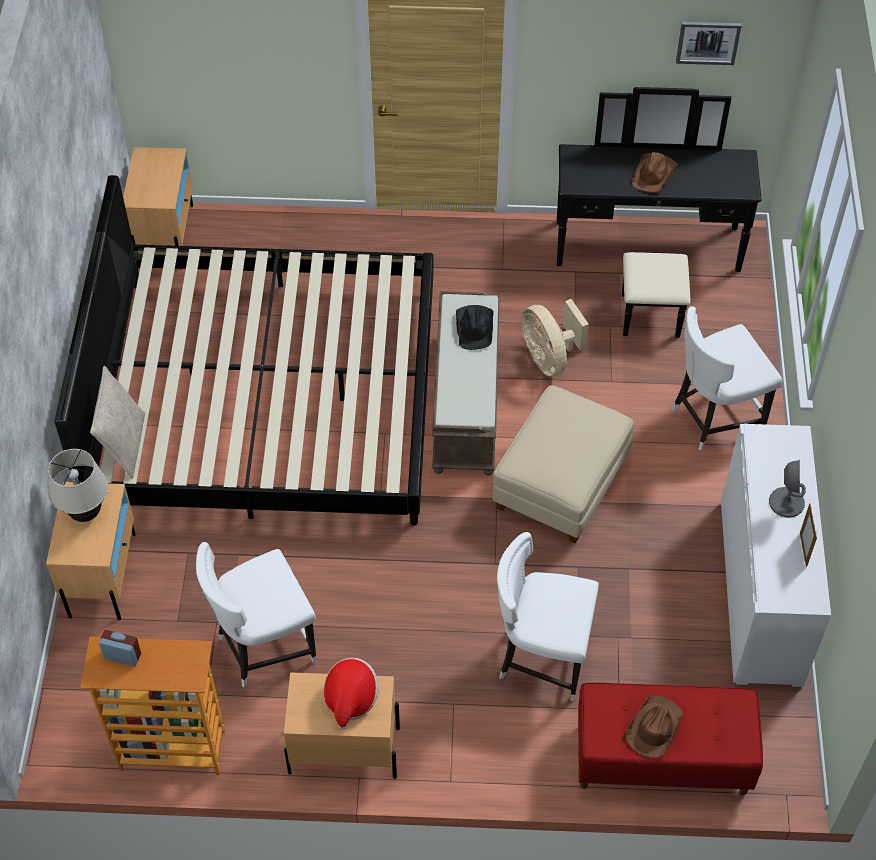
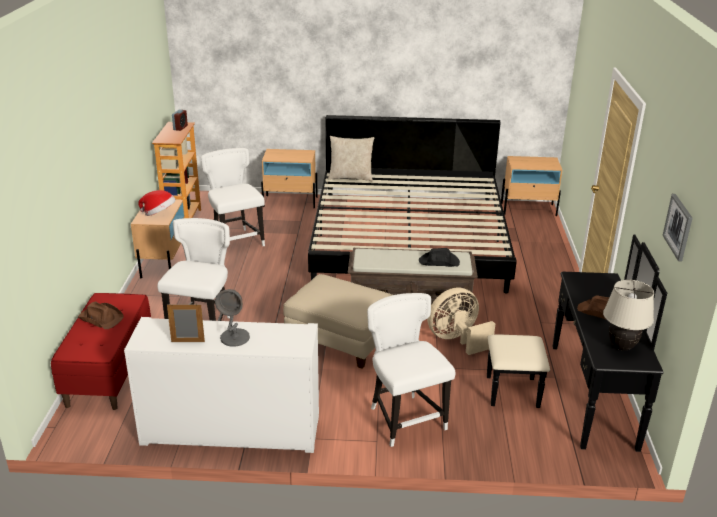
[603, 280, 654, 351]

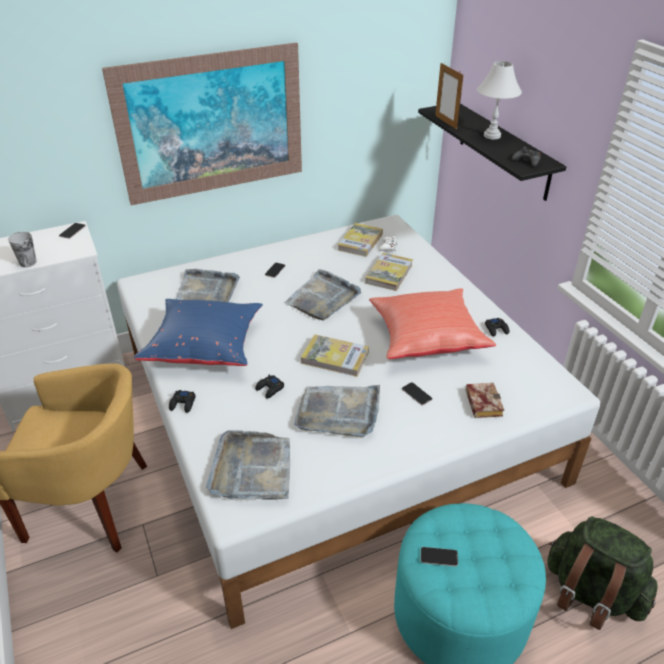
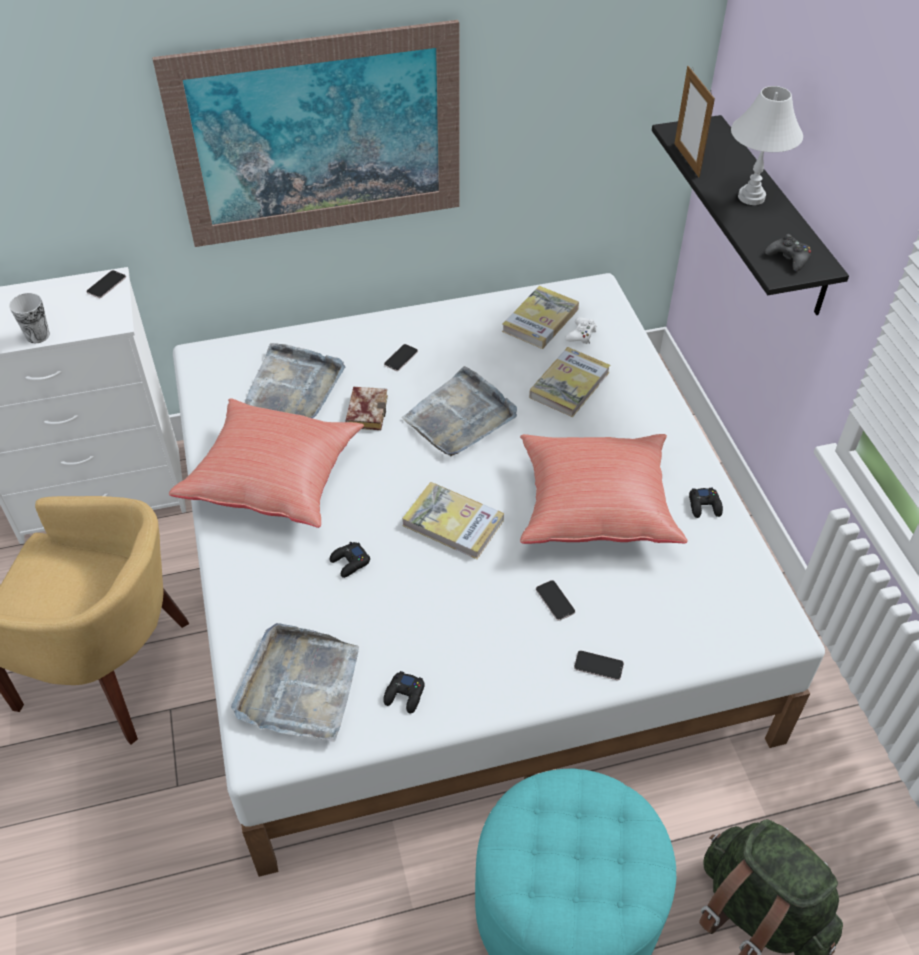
[294, 385, 380, 437] (first image)
[383, 671, 425, 714]
[574, 650, 624, 680]
[345, 387, 388, 430]
[169, 398, 364, 528]

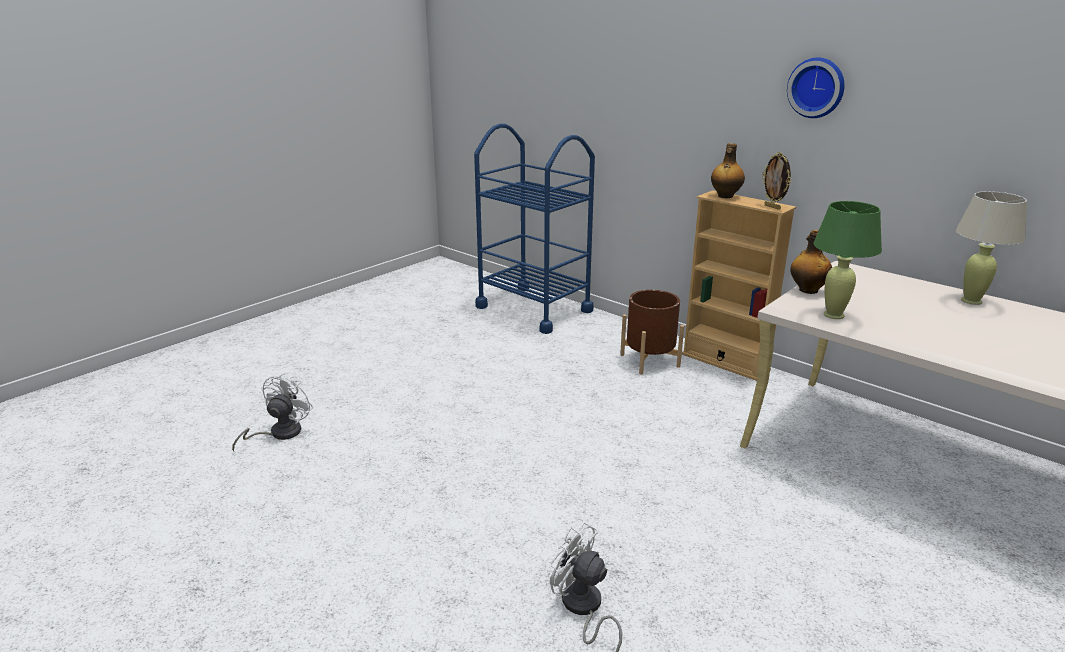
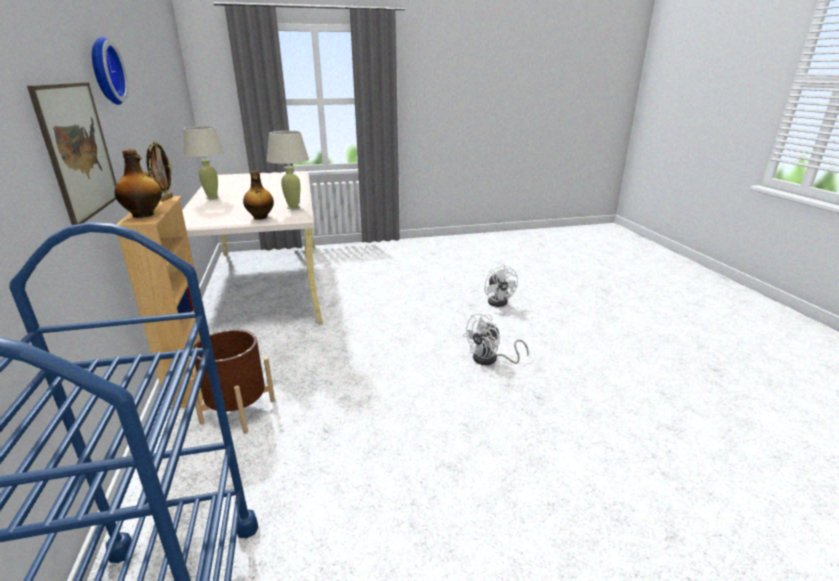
[27, 82, 117, 225]
[463, 313, 529, 365]
[267, 131, 309, 209]

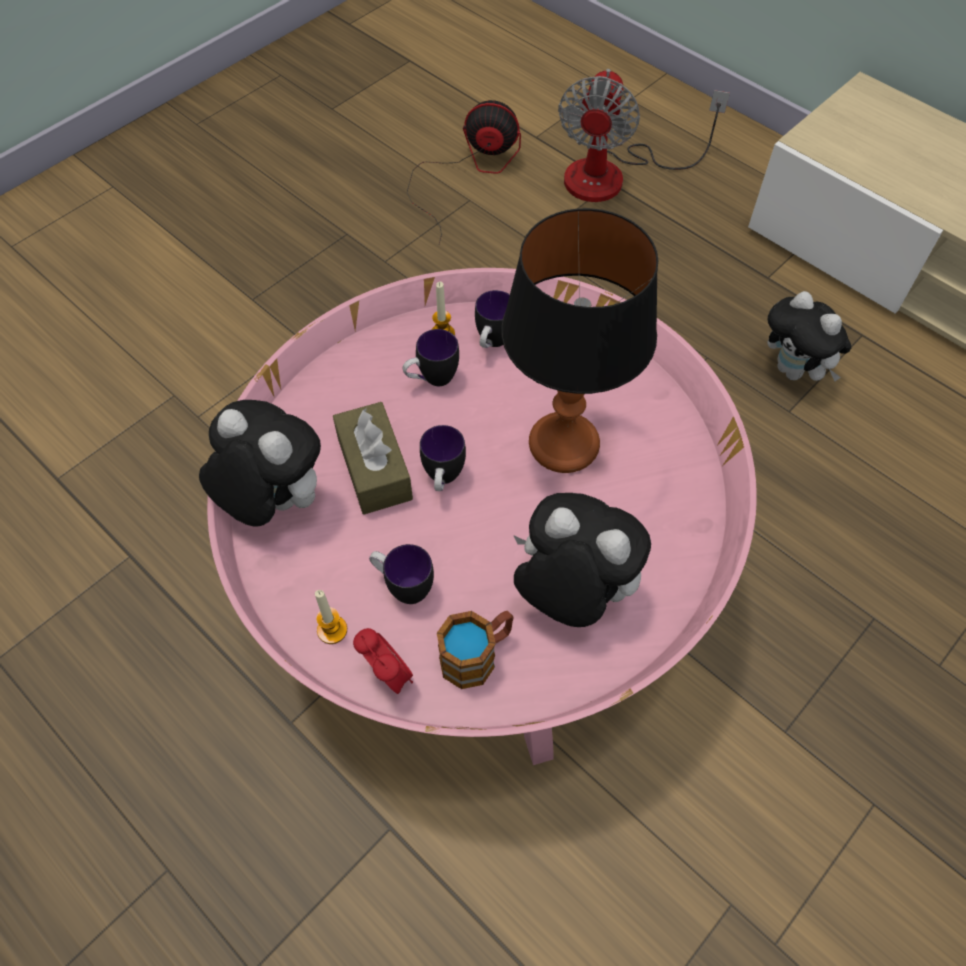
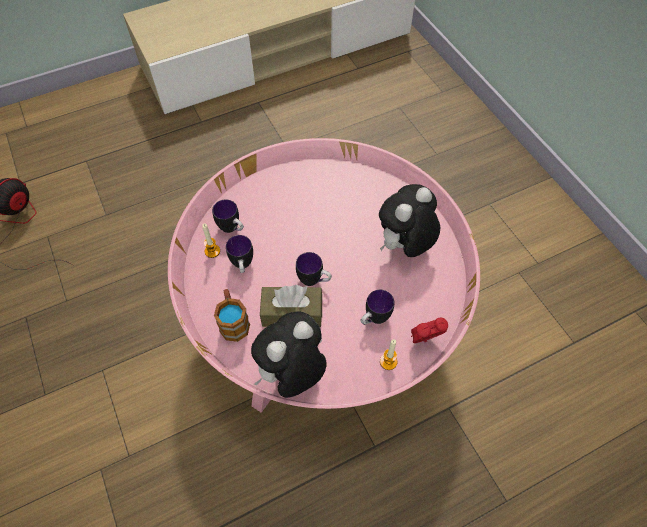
[501, 208, 658, 473] (first image)
[558, 69, 730, 202] (first image)
[767, 291, 851, 382] (first image)
[214, 289, 250, 342]

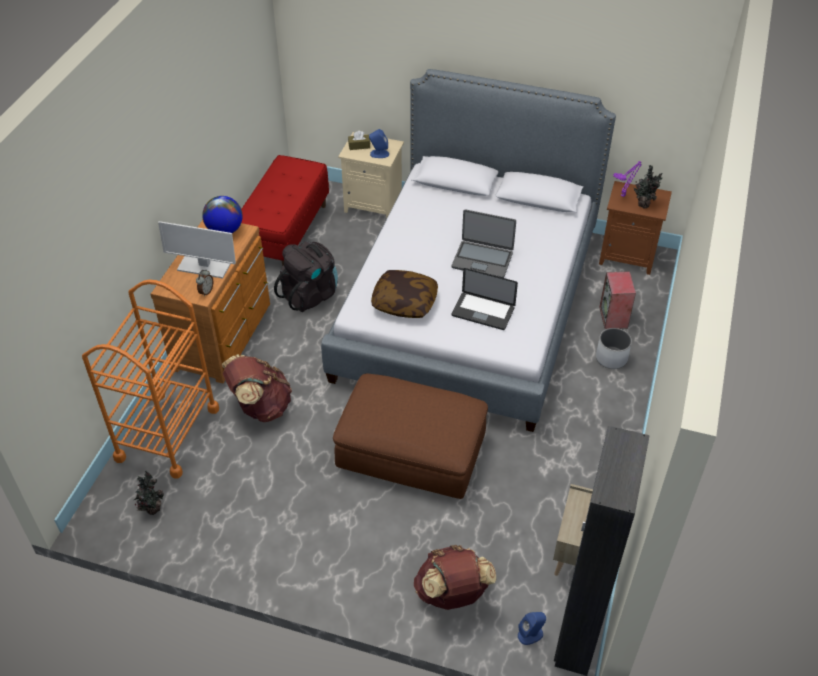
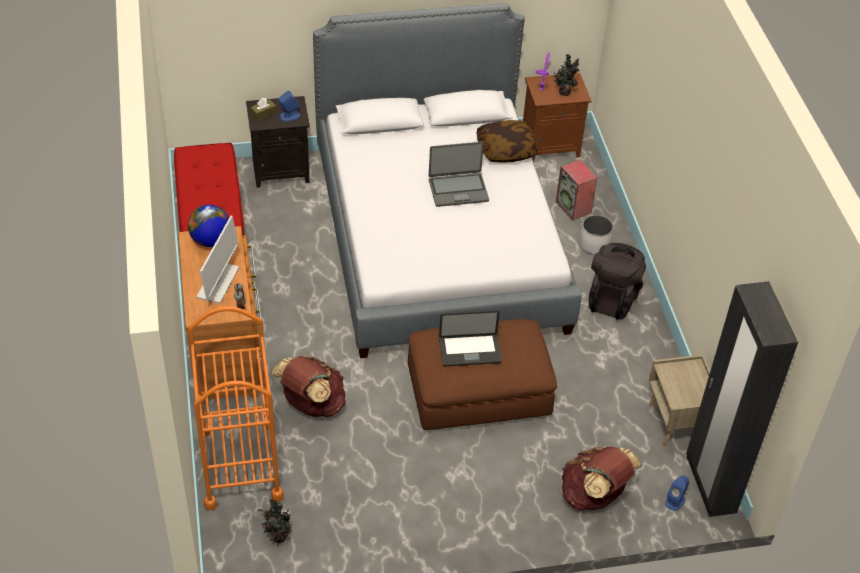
[589, 243, 646, 320]
[477, 120, 539, 163]
[439, 311, 502, 366]
[246, 96, 310, 188]
[197, 216, 239, 304]

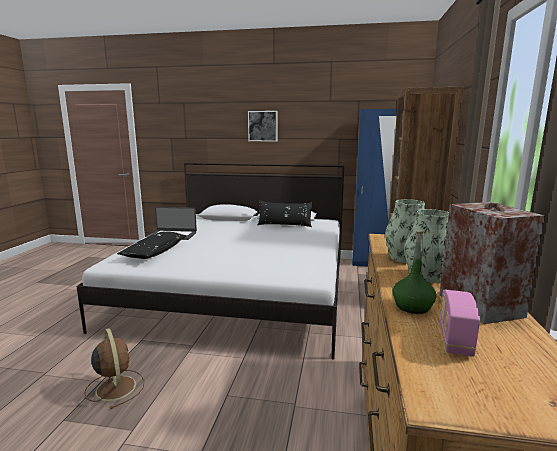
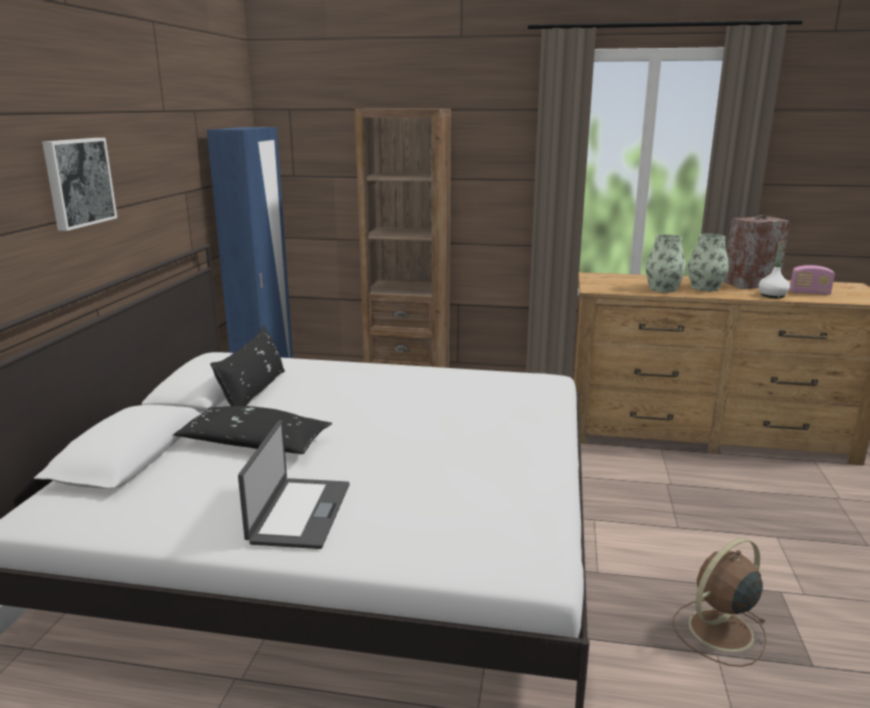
[173, 406, 332, 454]
[759, 241, 790, 298]

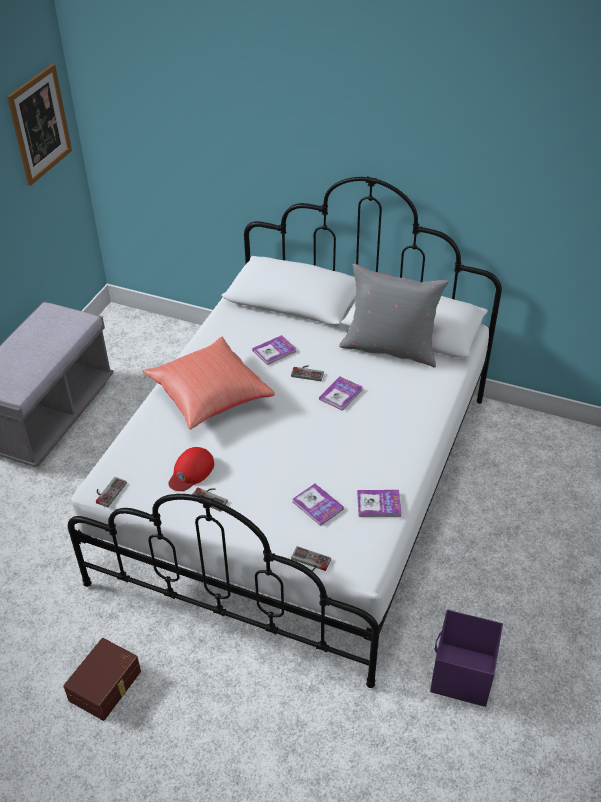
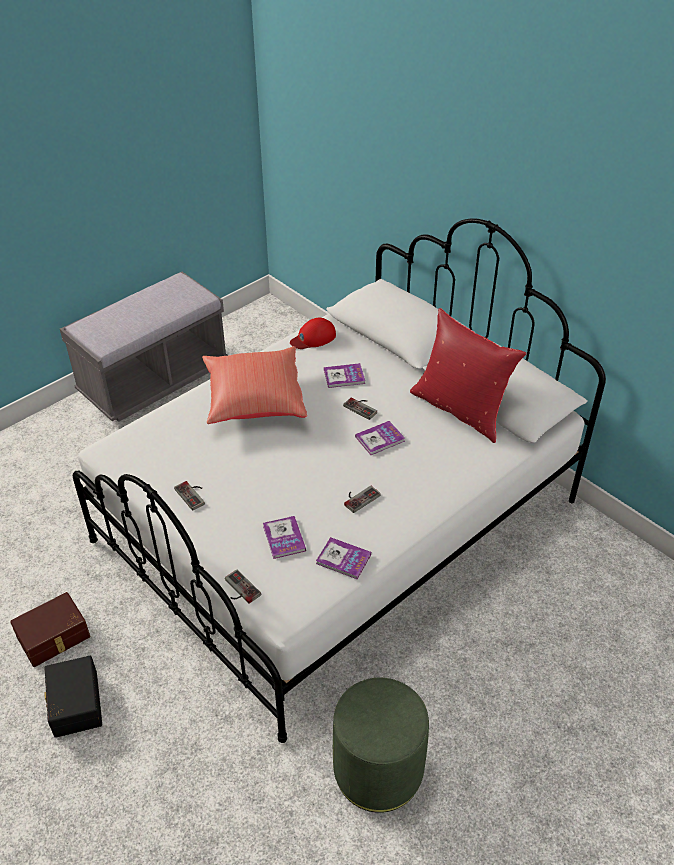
[7, 64, 72, 186] (first image)
[44, 656, 102, 738]
[344, 486, 381, 513]
[290, 318, 336, 349]
[333, 678, 429, 813]
[410, 308, 527, 443]

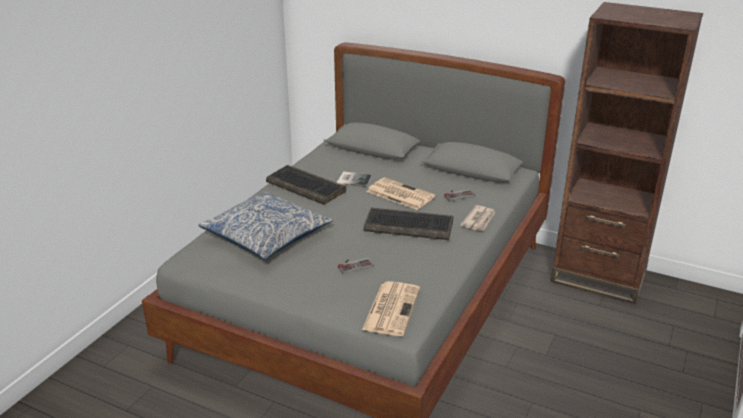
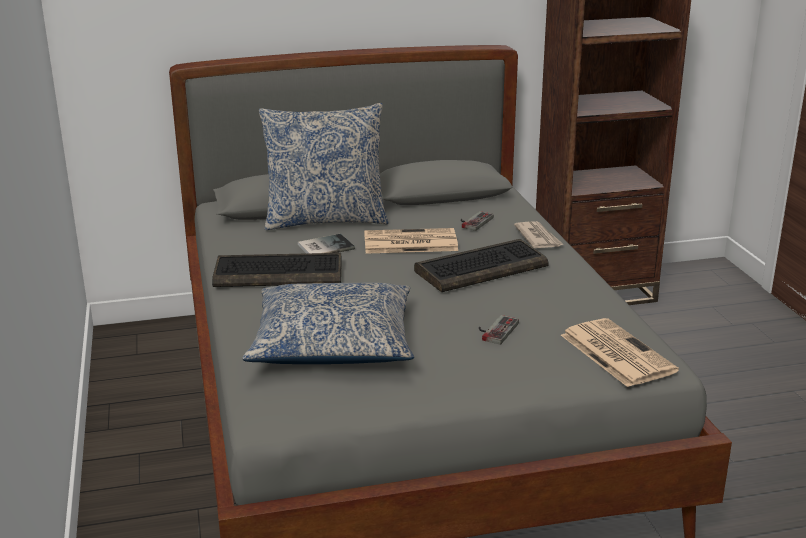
[259, 103, 389, 230]

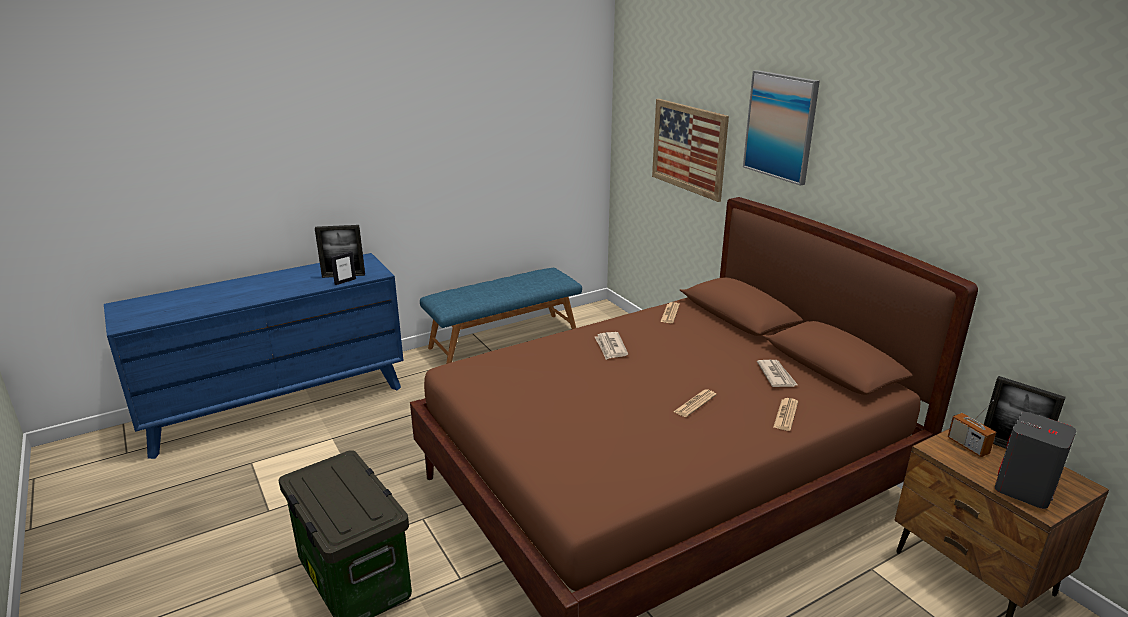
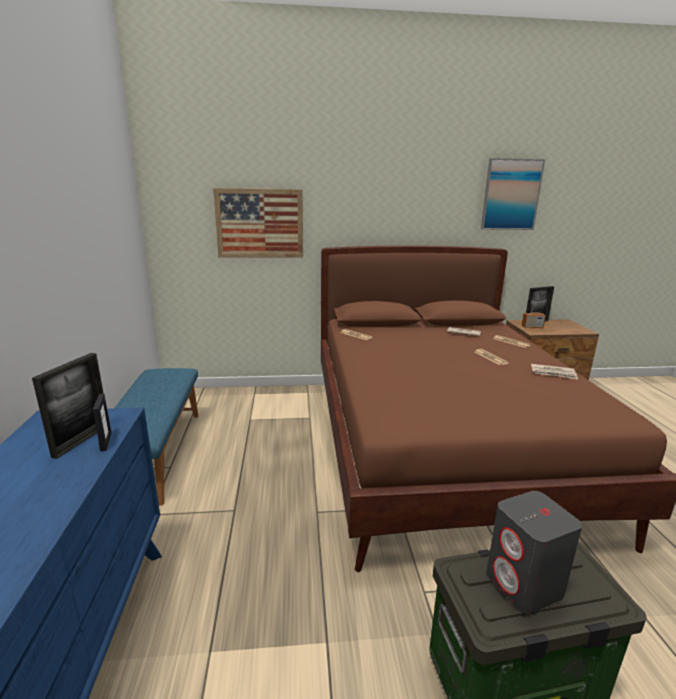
[531, 364, 578, 380]
[481, 158, 545, 230]
[486, 491, 582, 614]

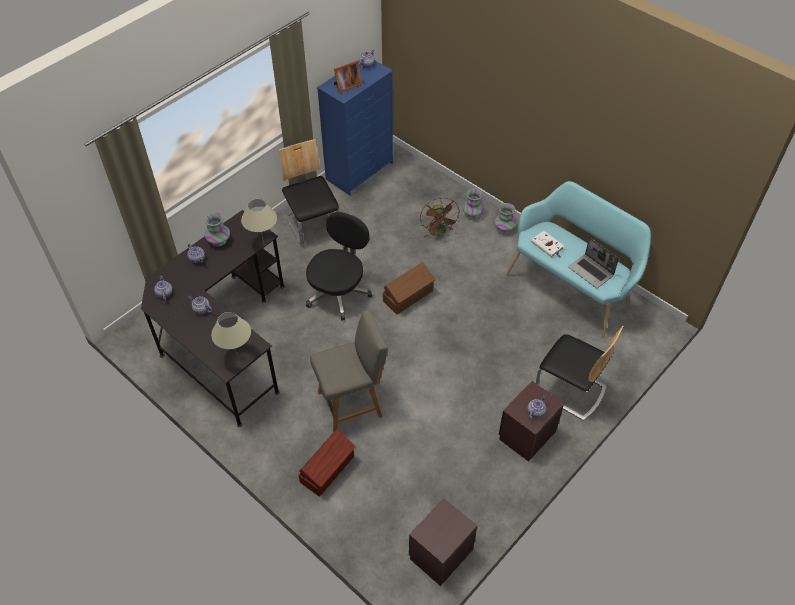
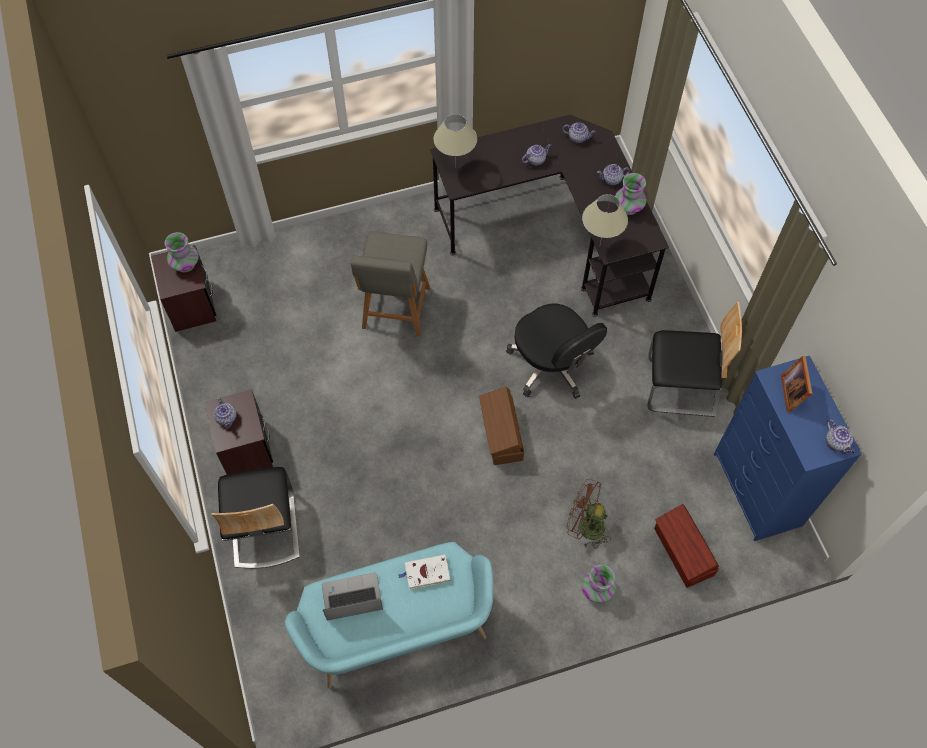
[654, 504, 719, 588]
[165, 232, 199, 272]
[211, 467, 300, 569]

